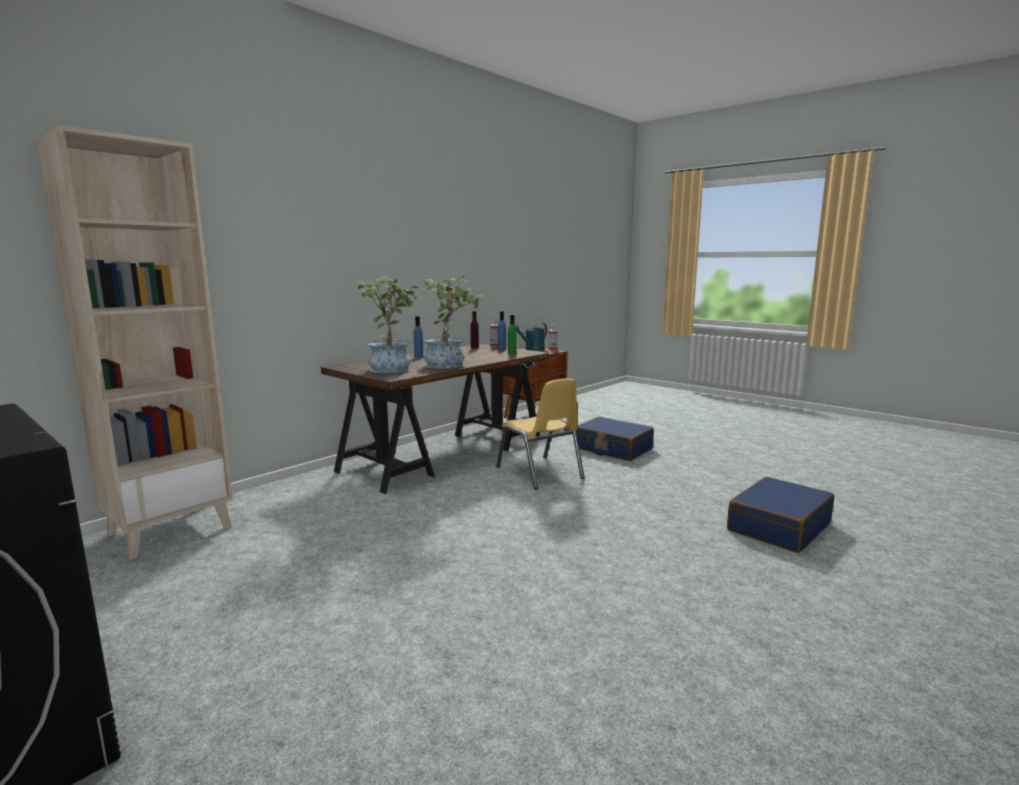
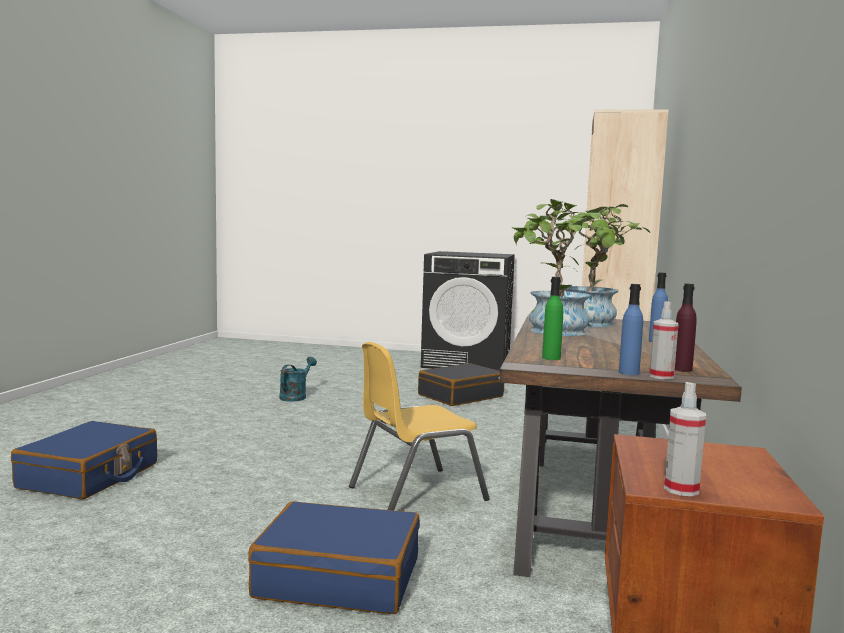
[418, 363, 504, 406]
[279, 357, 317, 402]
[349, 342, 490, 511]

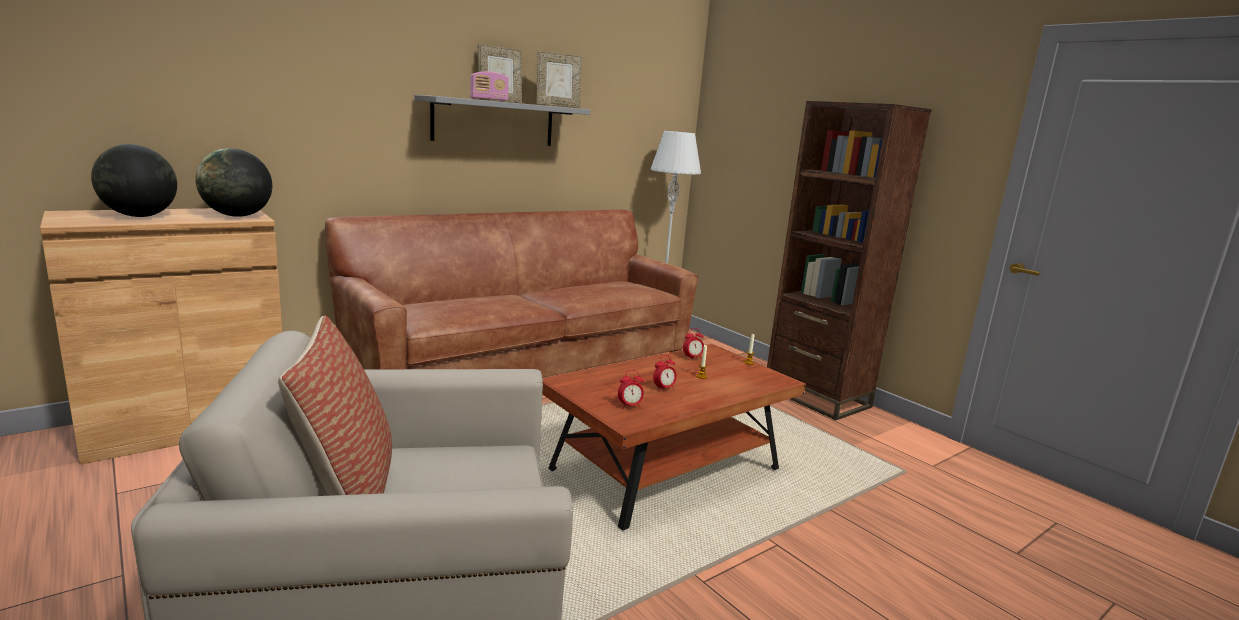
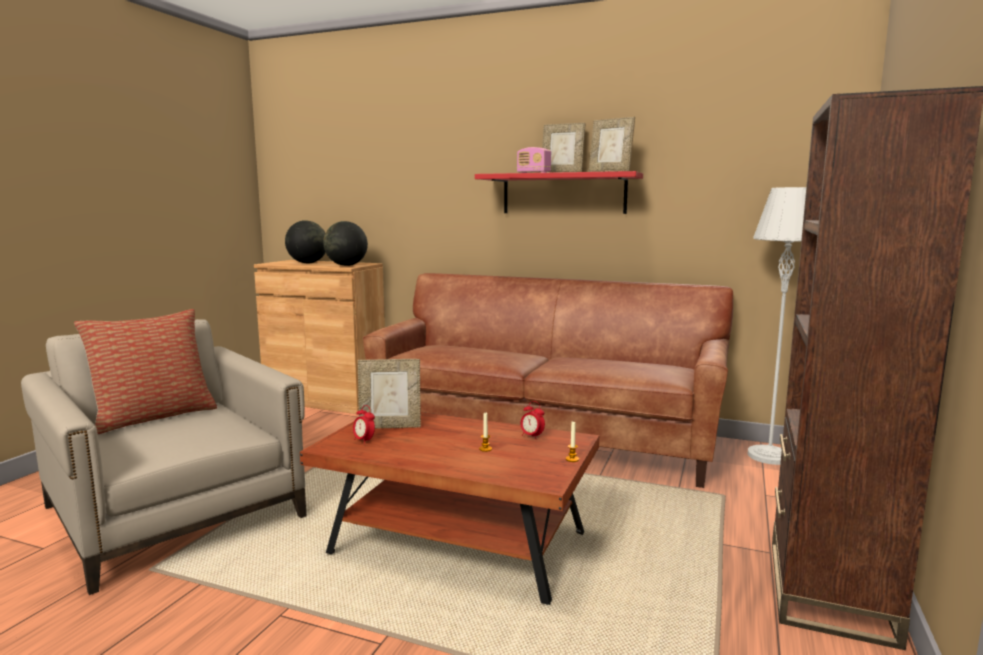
[653, 355, 677, 392] (first image)
[358, 359, 421, 428]
[475, 171, 643, 214]

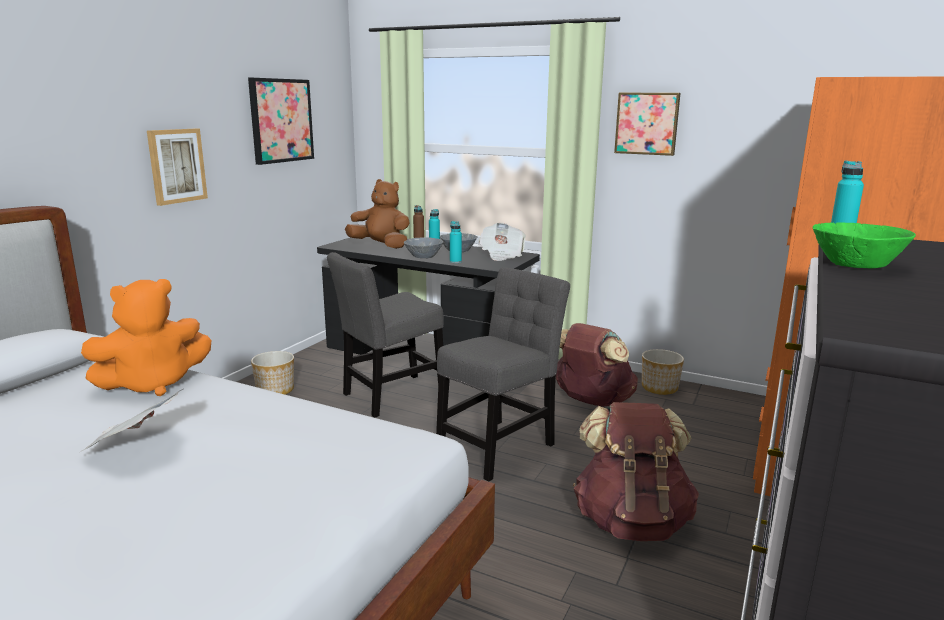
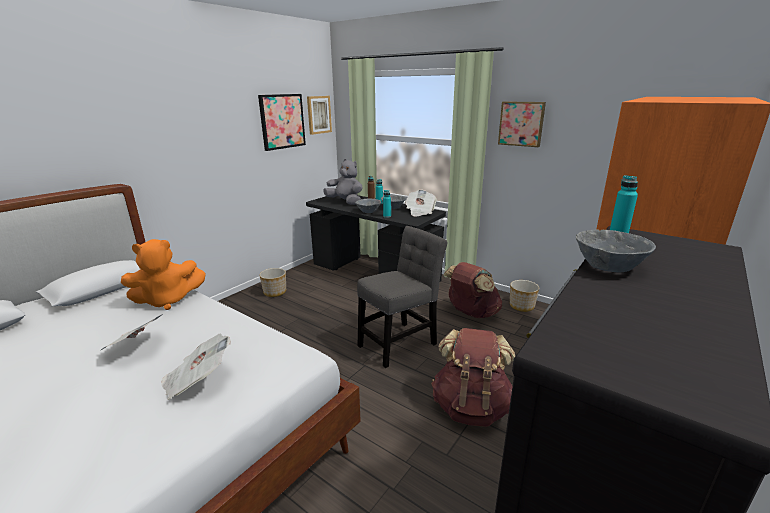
[327, 252, 444, 418] (first image)
[161, 333, 231, 400]
[307, 96, 332, 135]
[323, 159, 363, 205]
[576, 230, 656, 273]

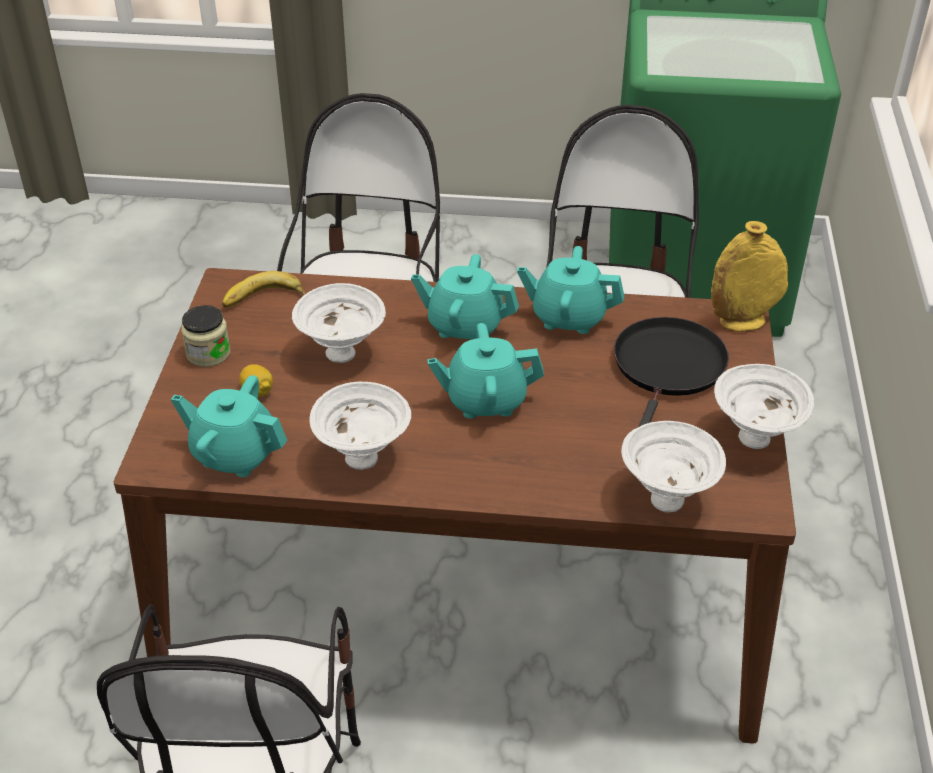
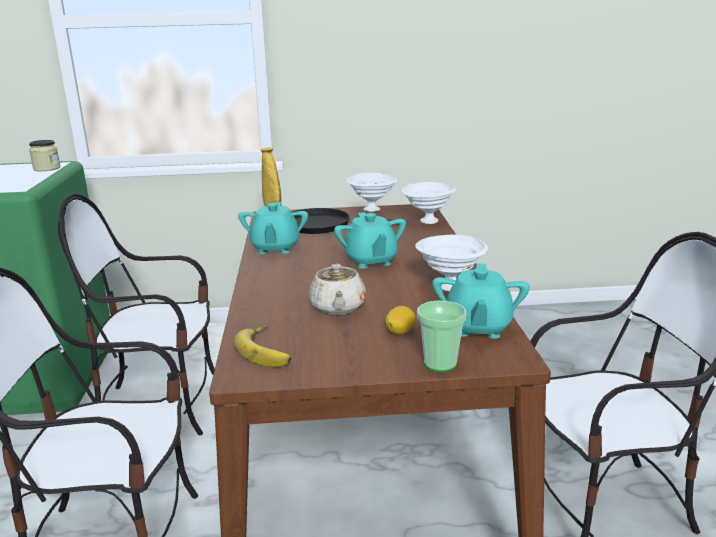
[411, 254, 519, 340] (first image)
[417, 301, 466, 372]
[29, 140, 60, 171]
[309, 264, 366, 315]

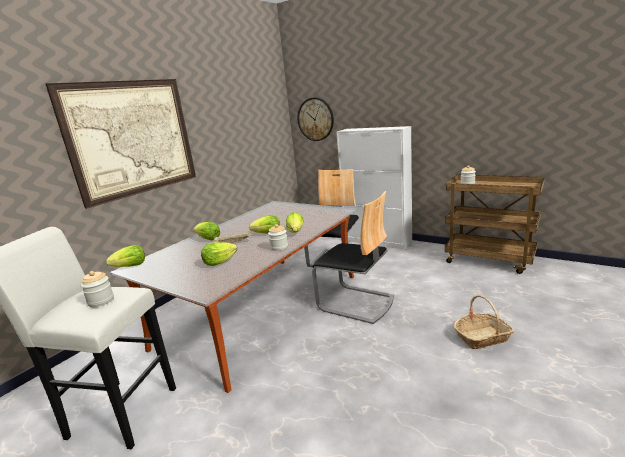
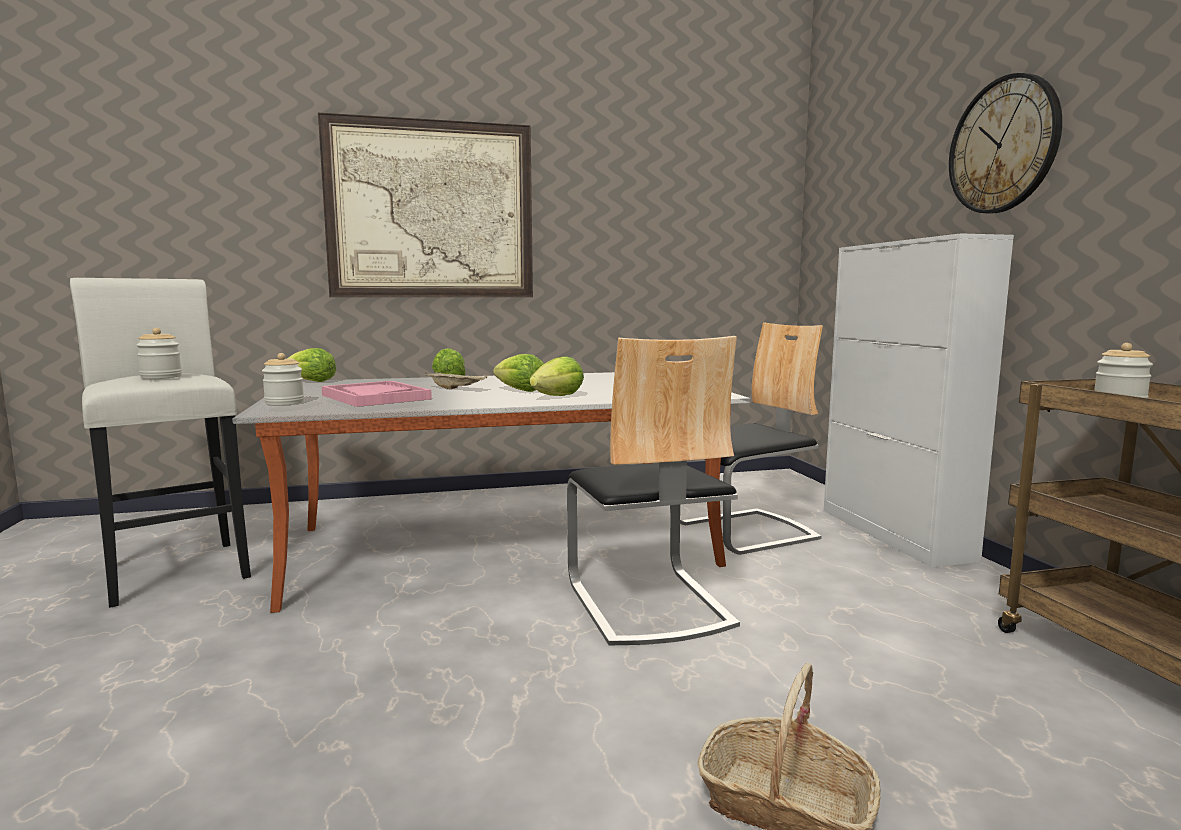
[262, 353, 304, 405]
[949, 73, 1062, 214]
[322, 381, 432, 407]

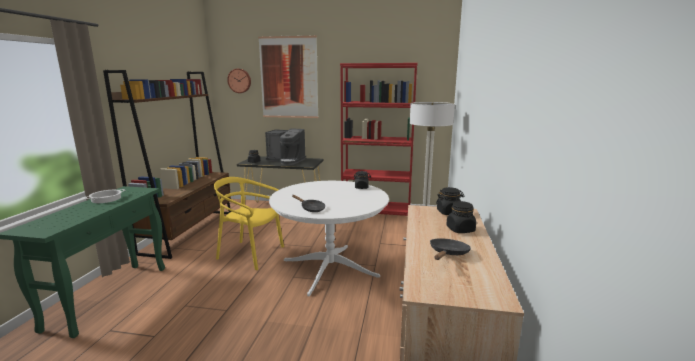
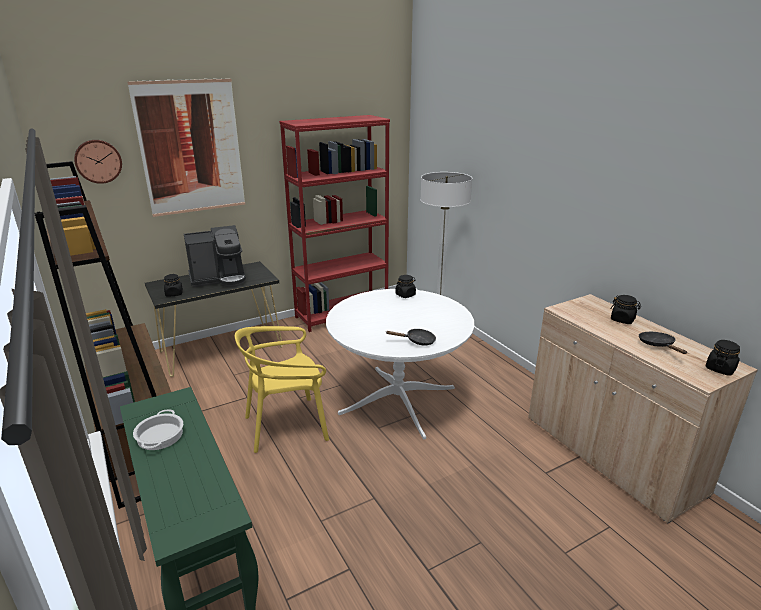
[705, 340, 740, 375]

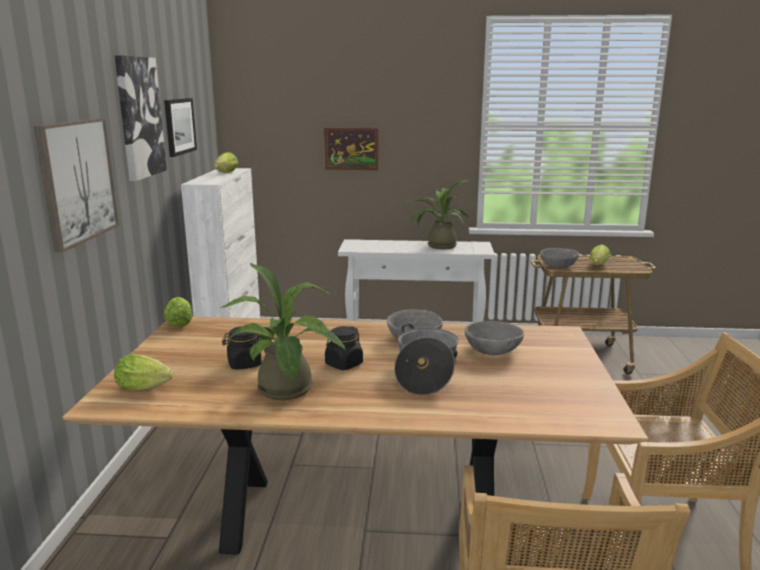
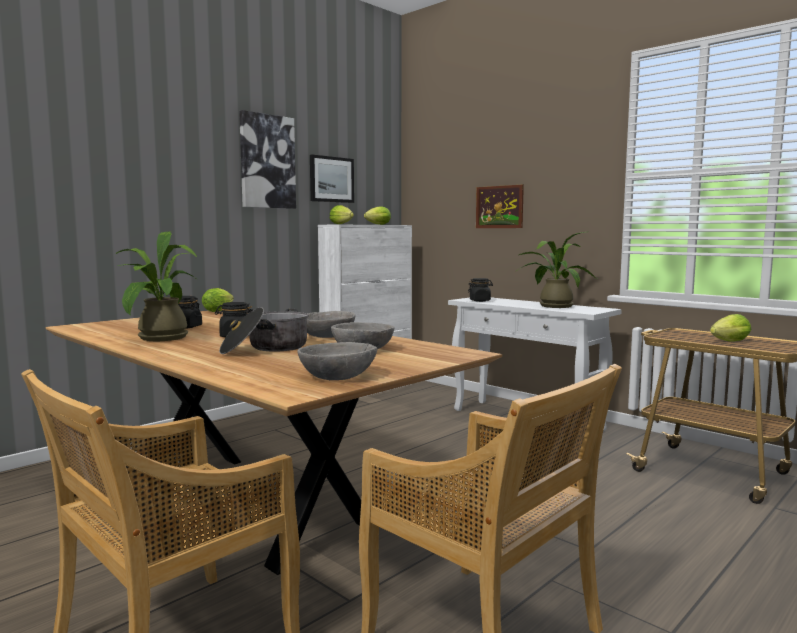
[34, 118, 119, 253] (first image)
[468, 278, 493, 302]
[330, 205, 354, 224]
[297, 342, 377, 380]

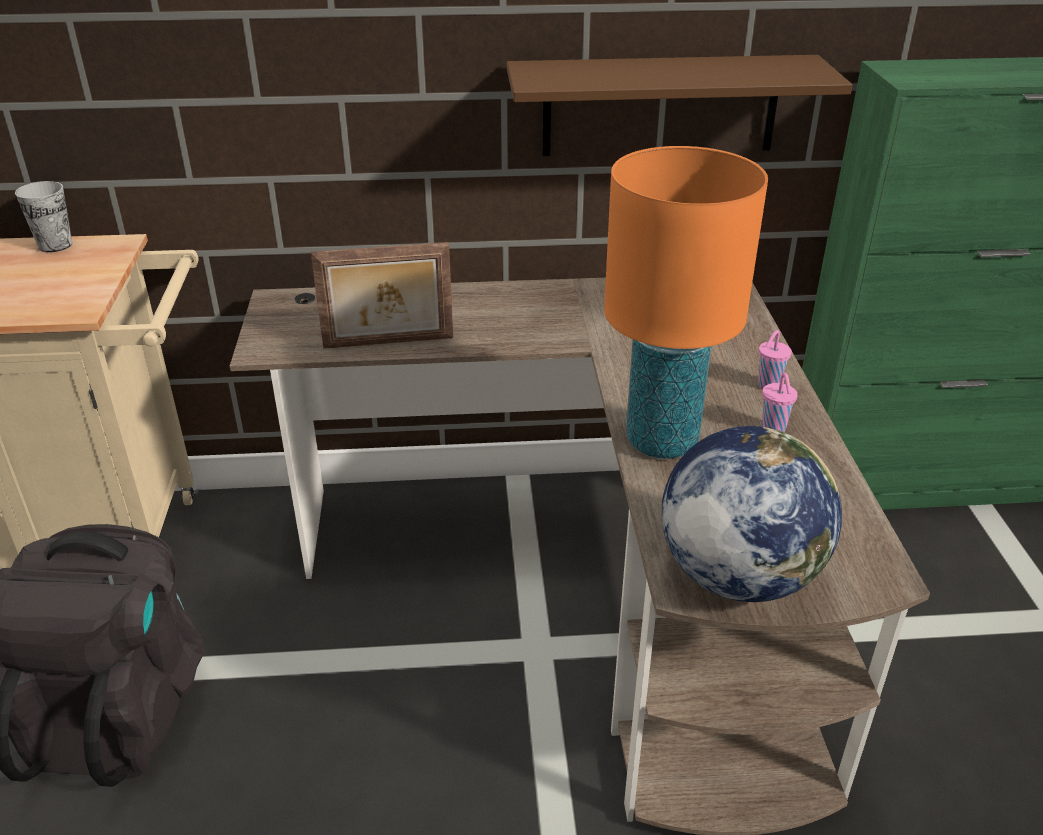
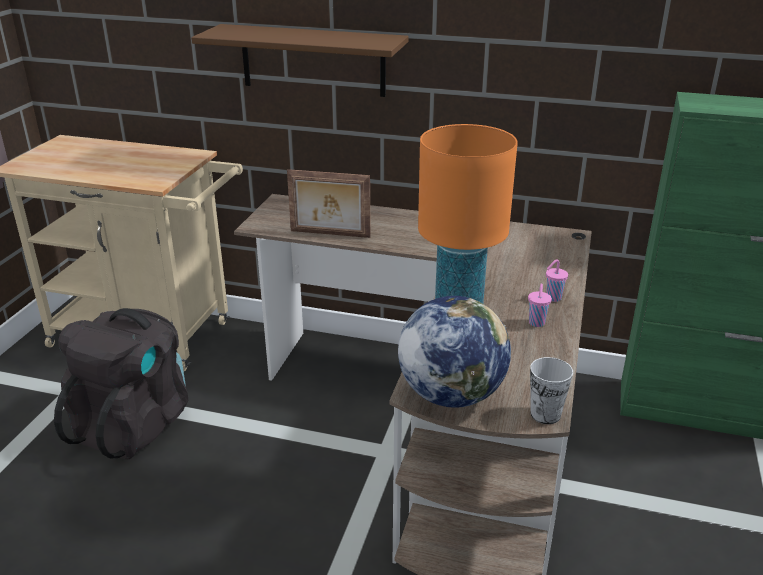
[530, 357, 573, 424]
[191, 24, 409, 97]

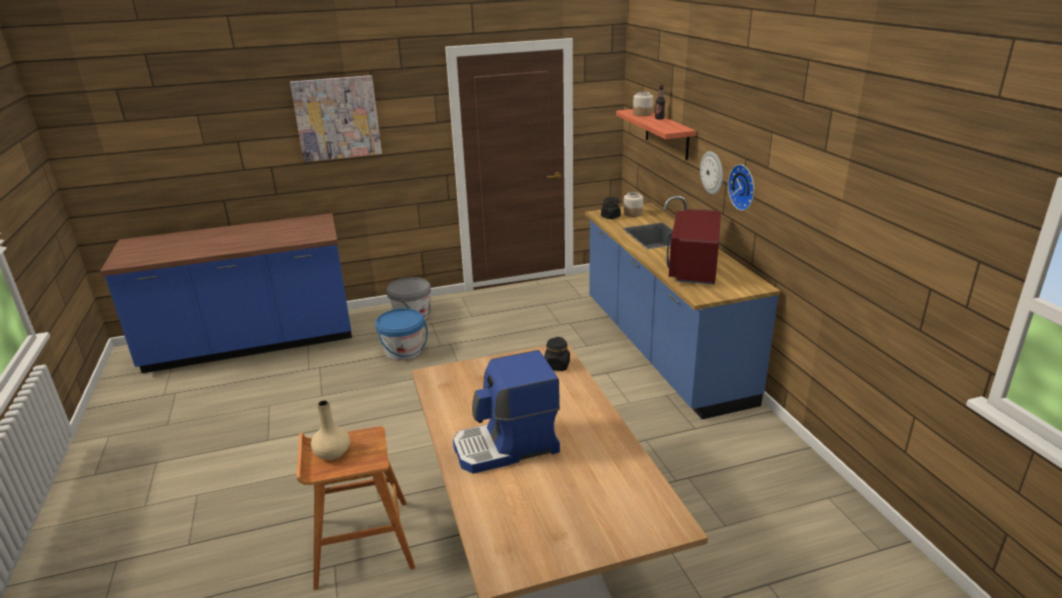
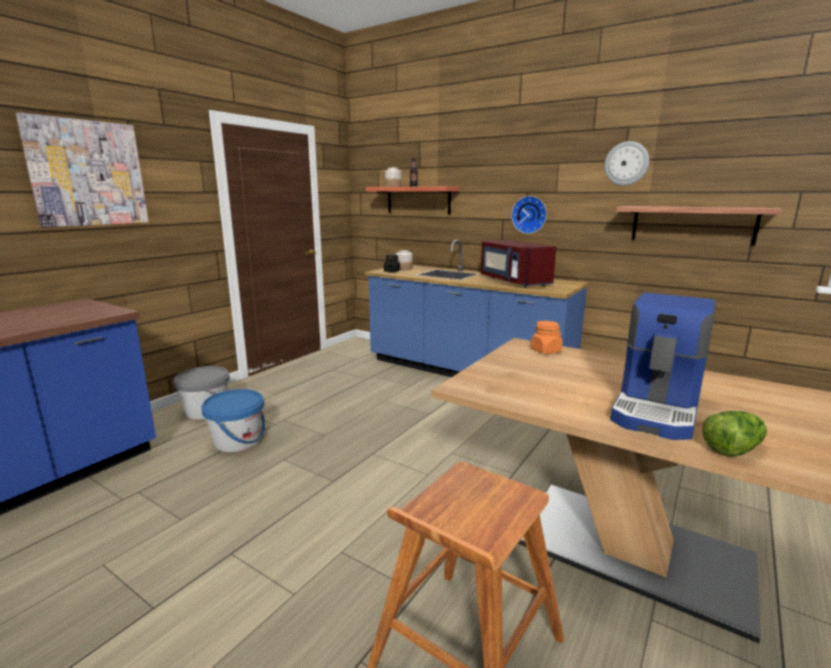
[311, 400, 350, 460] (first image)
[616, 206, 782, 246]
[702, 411, 767, 456]
[604, 141, 649, 185]
[531, 321, 563, 354]

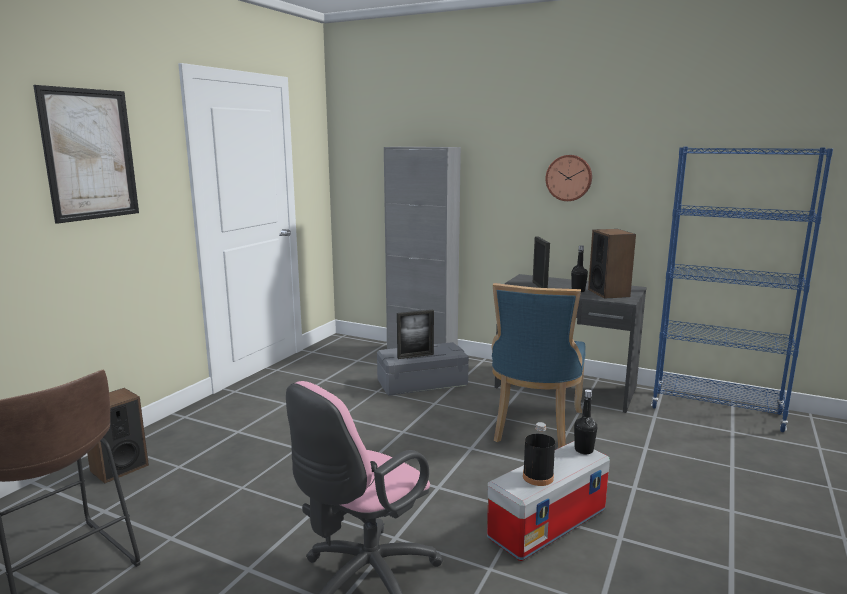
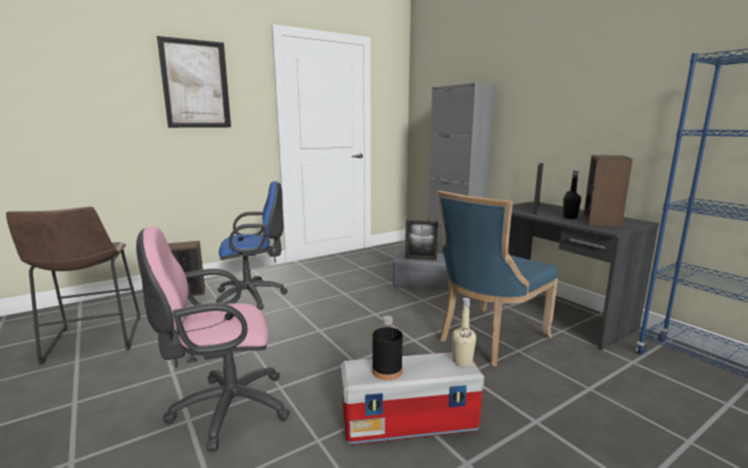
[546, 155, 592, 201] (first image)
[216, 181, 288, 310]
[452, 298, 476, 367]

